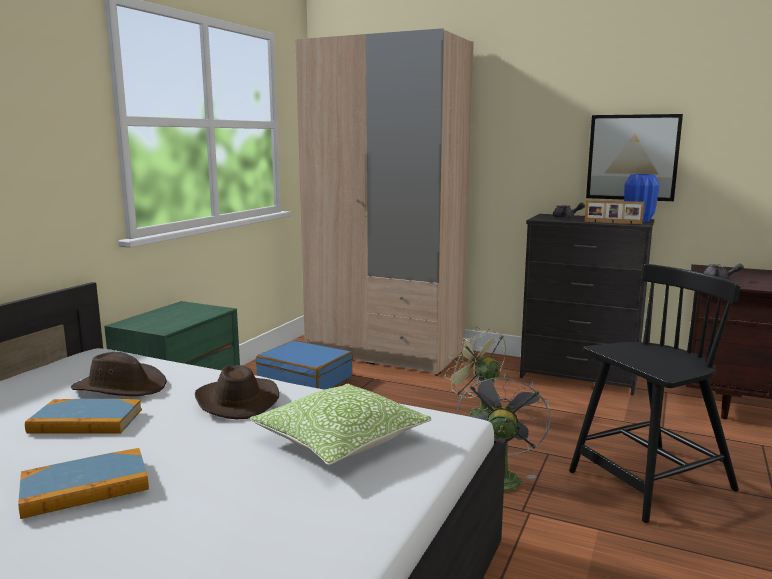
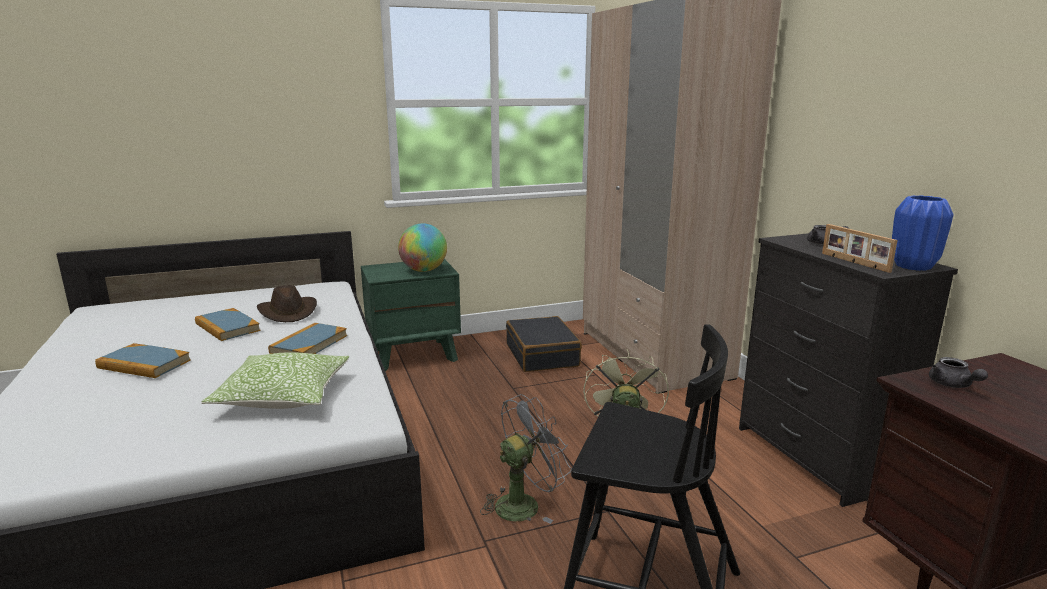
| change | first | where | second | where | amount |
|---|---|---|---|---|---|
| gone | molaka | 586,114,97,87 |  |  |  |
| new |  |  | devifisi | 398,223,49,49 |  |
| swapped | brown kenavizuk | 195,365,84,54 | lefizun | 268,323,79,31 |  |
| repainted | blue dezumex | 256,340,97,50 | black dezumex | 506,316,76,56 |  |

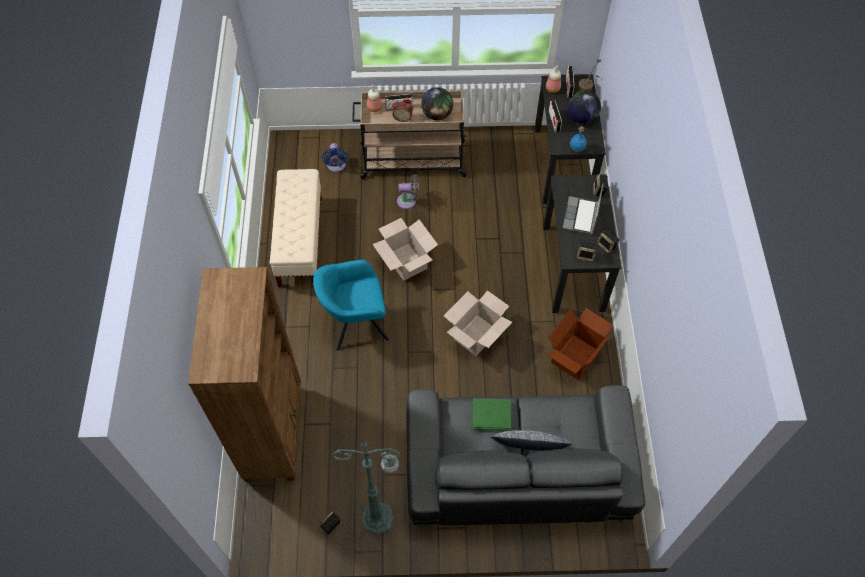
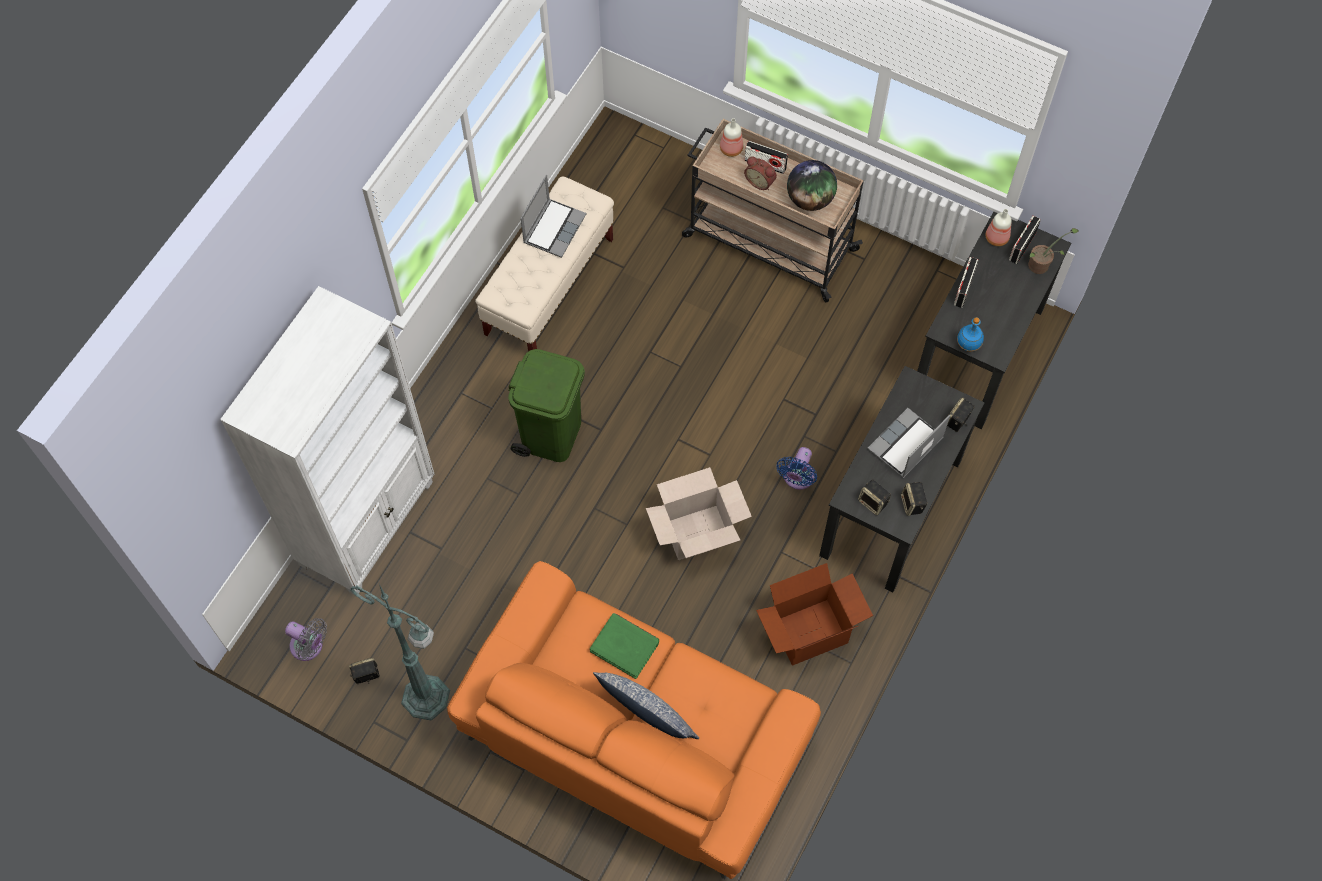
| change | first | where | second | where | amount |
|---|---|---|---|---|---|
| gone | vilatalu | 372,218,66,63 |  |  |  |
| gone | devifisi | 568,90,33,34 |  |  |  |
| new |  |  | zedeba | 520,175,66,83 |  |
| shifted | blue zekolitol | 322,143,26,29 |  | 776,447,41,43 |  |
| shifted | grey zekolitol | 397,174,22,35 |  | 285,618,42,43 |  |
| swapped | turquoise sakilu | 313,260,77,91 | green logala | 508,349,77,113 |  |
| repainted | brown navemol | 188,267,113,215 | white navemol | 220,286,214,308 |  |
| repainted | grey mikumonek | 406,385,239,144 | orange mikumonek | 447,561,374,318 |  |

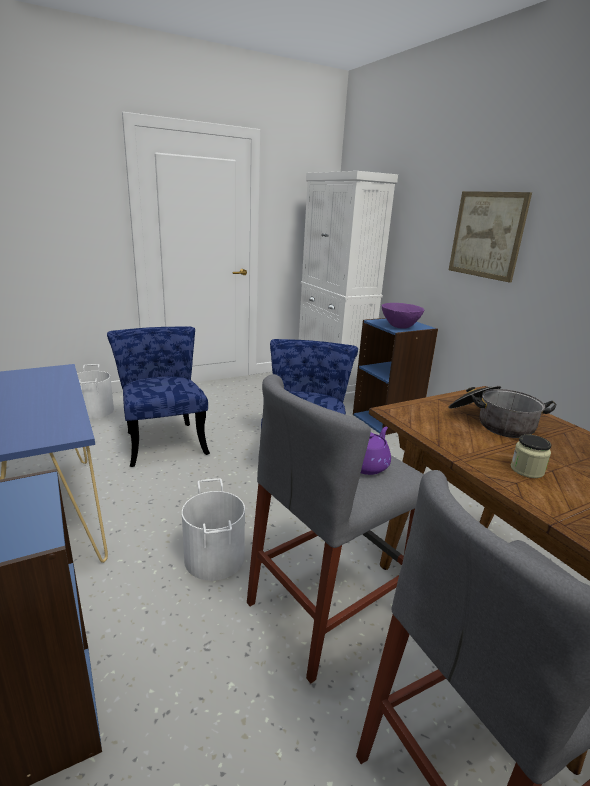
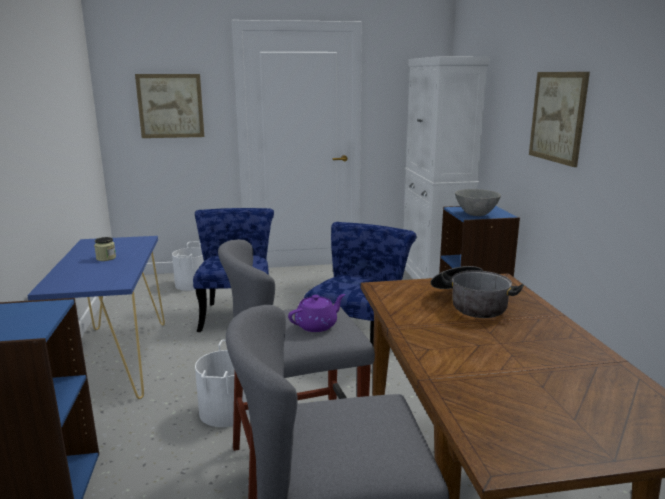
| change | first | where | second | where | amount |
|---|---|---|---|---|---|
| new |  |  | molaka | 135,74,69,64 |  |
| shifted | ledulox | 511,435,41,43 |  | 94,237,22,24 |  |
| repainted | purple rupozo | 382,303,42,26 | grey rupozo | 455,189,46,27 |  |

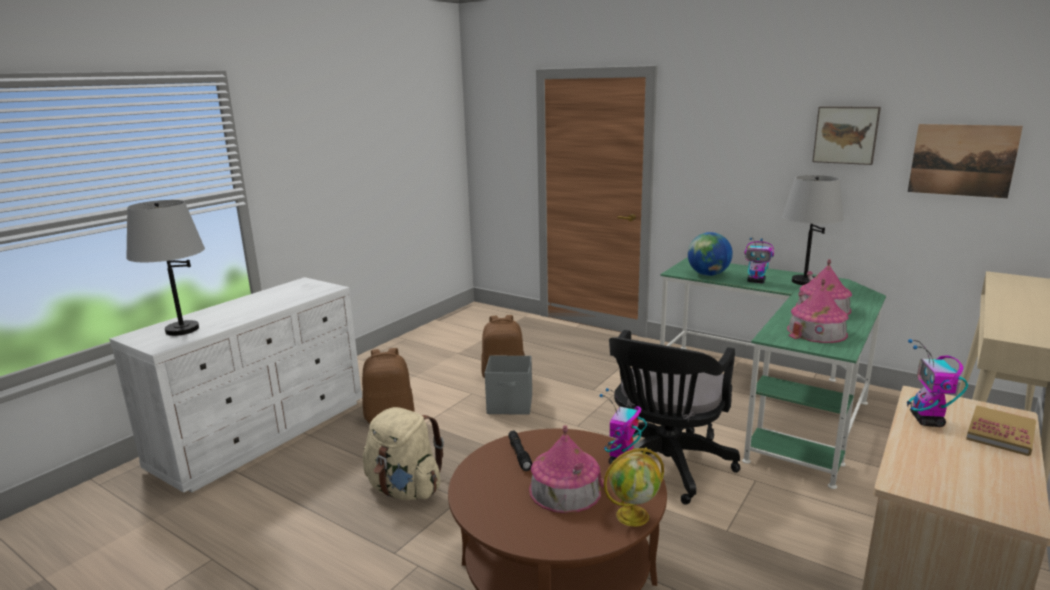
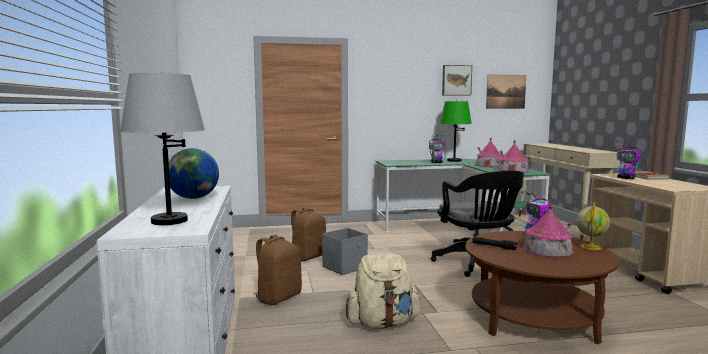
| change | first | where | second | where | amount |
|---|---|---|---|---|---|
| shifted | devifisi | 688,232,45,44 |  | 169,148,50,51 |  |
| repainted | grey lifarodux | 782,175,62,110 | green lifarodux | 440,100,32,62 |  |

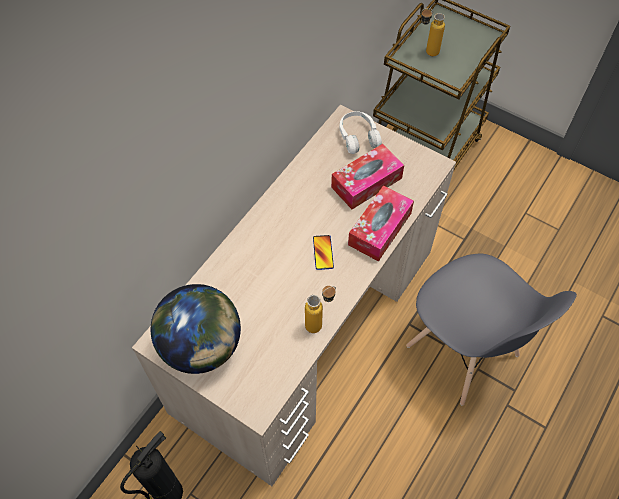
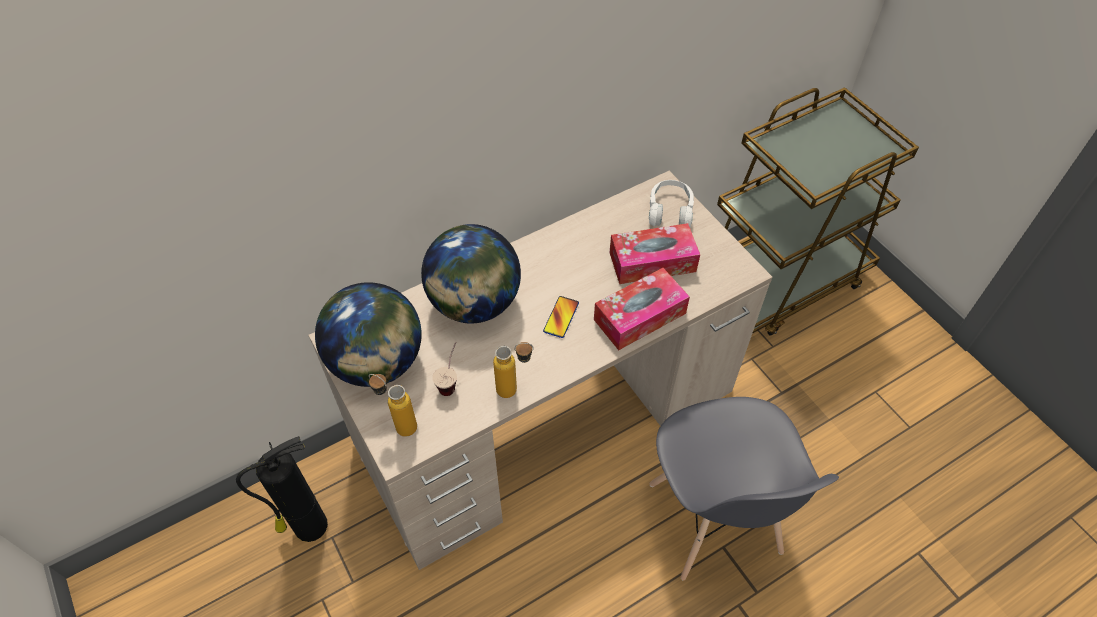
| change | first | where | second | where | amount |
|---|---|---|---|---|---|
| new |  |  | devifisi | 421,224,100,100 |  |
| new |  |  | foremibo | 432,342,25,54 |  |
| shifted | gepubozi | 421,8,24,48 |  | 369,374,48,63 |  |

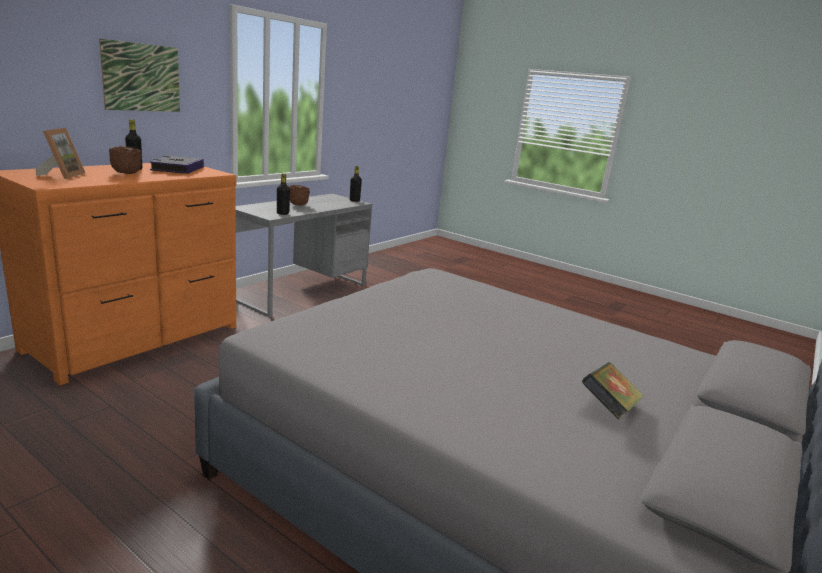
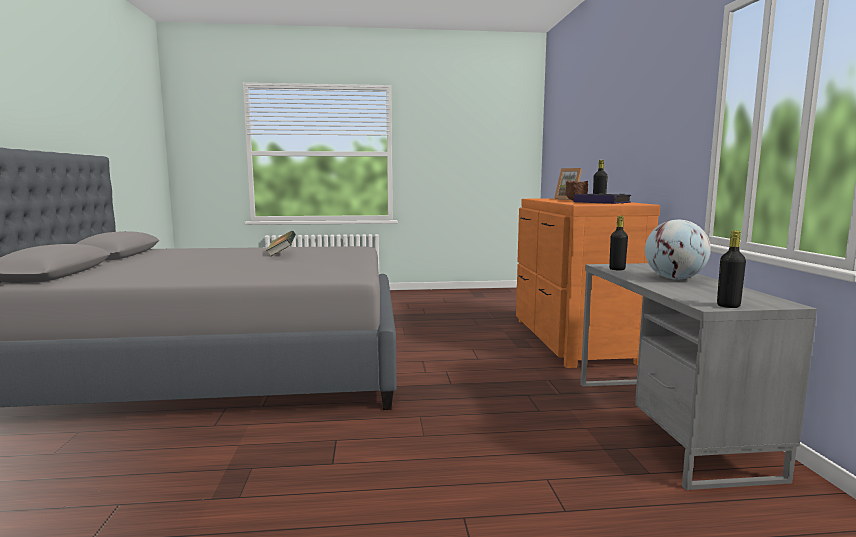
| change | first | where | second | where | amount |
|---|---|---|---|---|---|
| gone | molaka | 99,38,81,74 |  |  |  |
| shifted | lefizun | 582,362,62,58 |  | 266,231,30,26 |  |
| swapped | brown rupozo | 289,185,21,21 | devifisi | 645,220,66,60 |  |

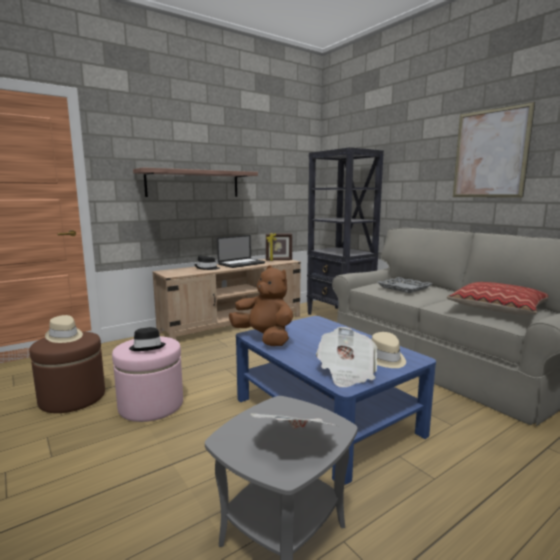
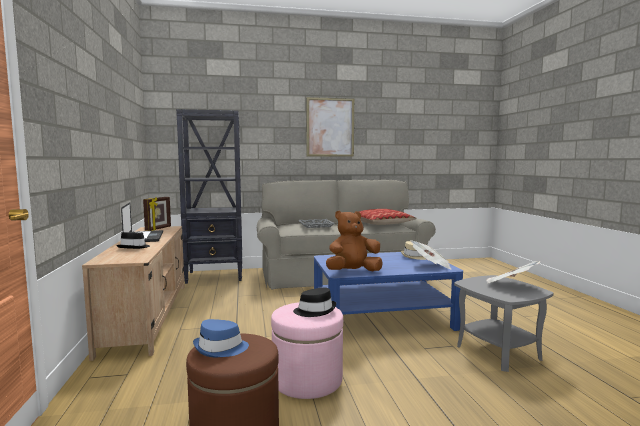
| change | first | where | second | where | amount |
|---|---|---|---|---|---|
| gone | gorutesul | 133,167,125,30 |  |  |  |
| repainted | beige kenavizuk | 45,315,38,28 | blue kenavizuk | 193,319,56,38 |  |

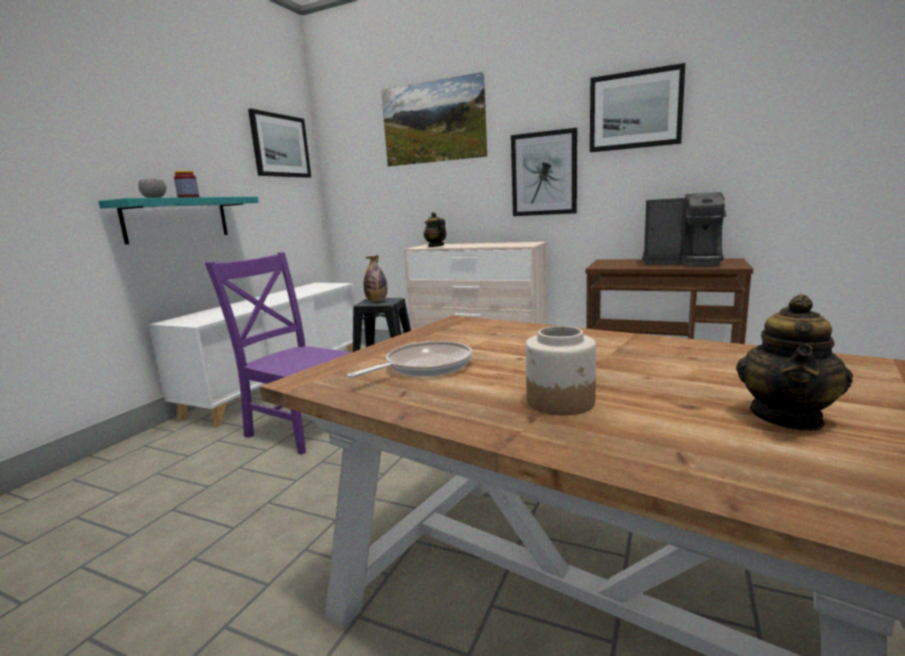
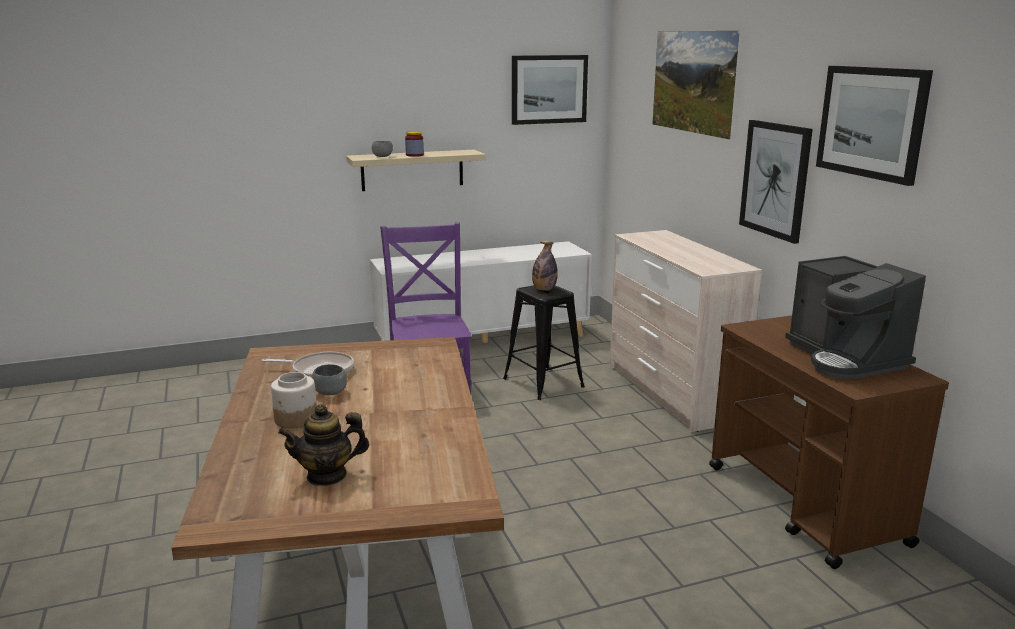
| change | first | where | second | where | amount |
|---|---|---|---|---|---|
| gone | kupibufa | 423,212,24,35 |  |  |  |
| new |  |  | grey rupozo | 312,364,35,31 |  |
| repainted | turquoise gorutesul | 98,197,161,48 | beige gorutesul | 346,150,140,41 |  |

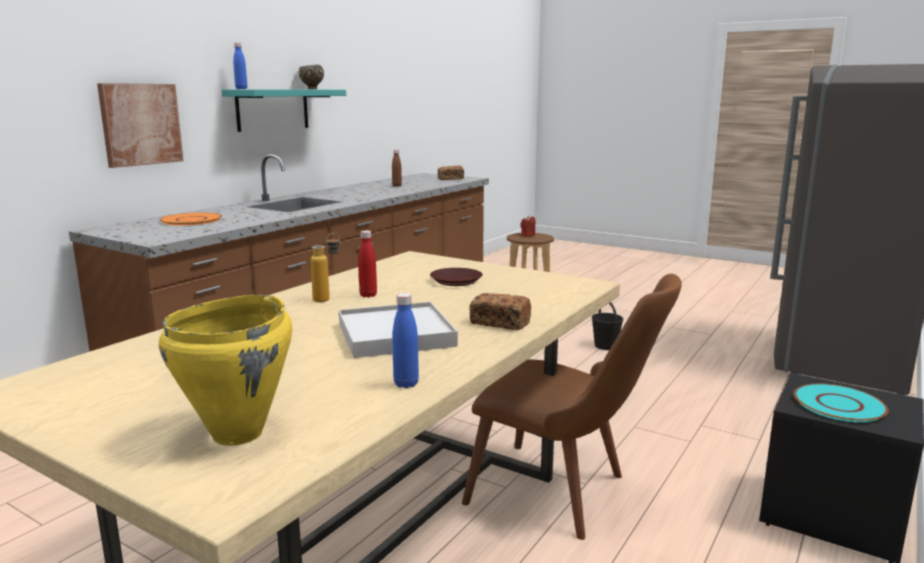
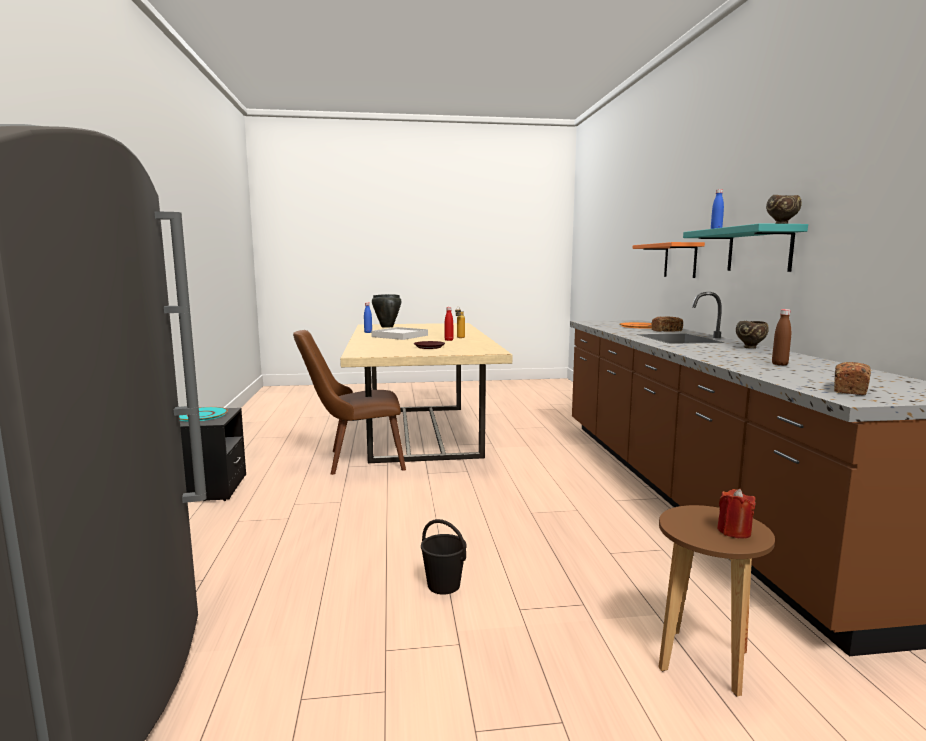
| change | first | where | second | where | amount |
|---|---|---|---|---|---|
| new |  |  | brown rupozo | 736,321,33,28 |  |
| shifted | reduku | 469,293,62,37 |  | 651,316,32,16 |  |
| swapped | molaka | 97,83,87,85 | orange gorutesul | 633,242,72,36 |  |
| repainted | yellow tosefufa | 159,295,133,151 | black tosefufa | 372,294,29,34 |  |

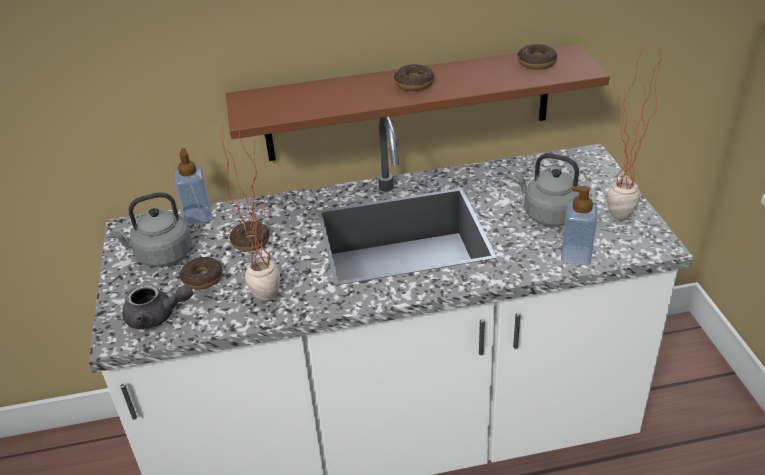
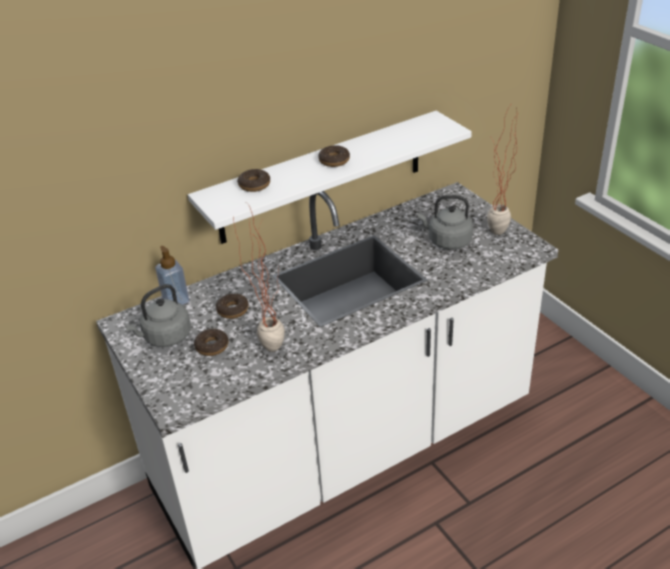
| change | first | where | second | where | amount |
|---|---|---|---|---|---|
| gone | grey kupibufa | 123,283,70,47 |  |  |  |
| gone | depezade | 561,186,37,79 |  |  |  |
| shifted | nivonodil | 517,44,40,26 |  | 237,169,33,23 |  |
| repainted | brown gorutesul | 226,45,384,116 | white gorutesul | 188,111,284,133 |  |

